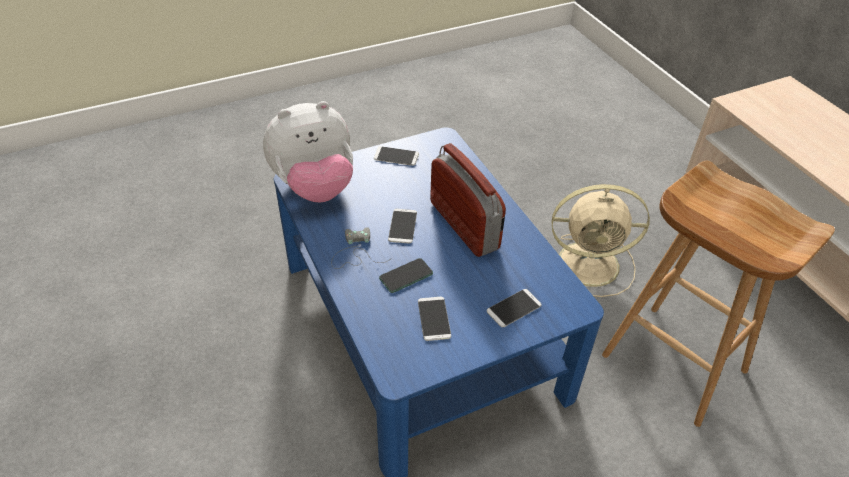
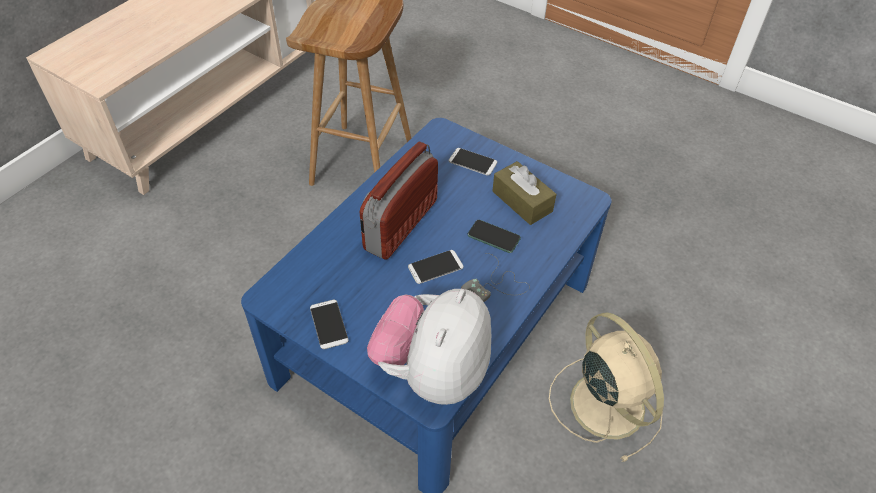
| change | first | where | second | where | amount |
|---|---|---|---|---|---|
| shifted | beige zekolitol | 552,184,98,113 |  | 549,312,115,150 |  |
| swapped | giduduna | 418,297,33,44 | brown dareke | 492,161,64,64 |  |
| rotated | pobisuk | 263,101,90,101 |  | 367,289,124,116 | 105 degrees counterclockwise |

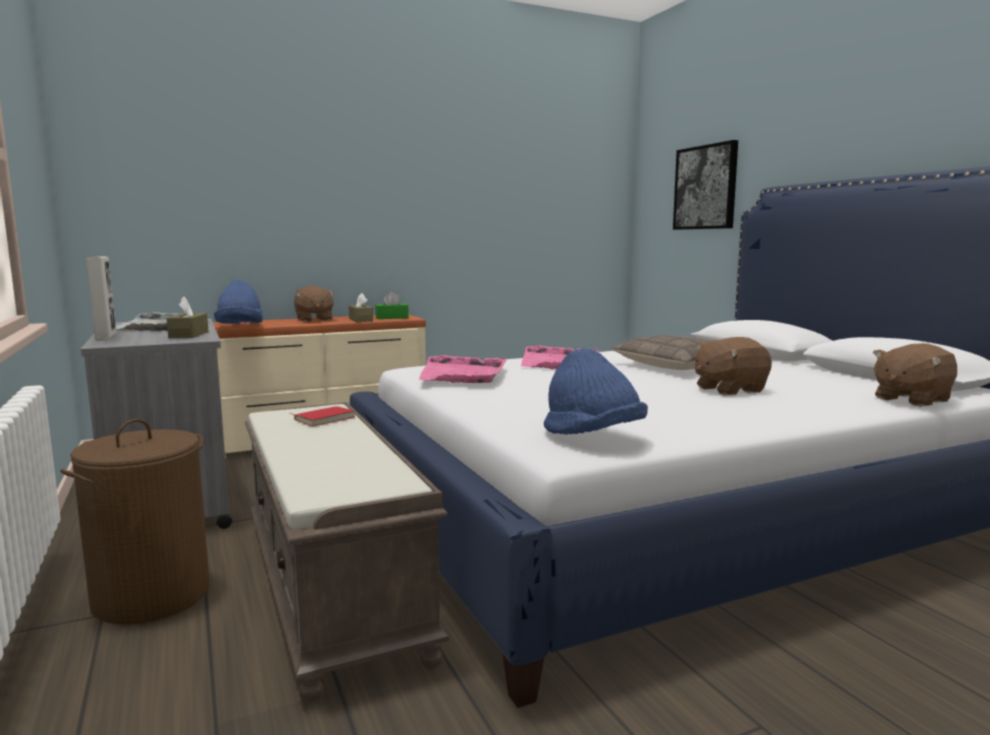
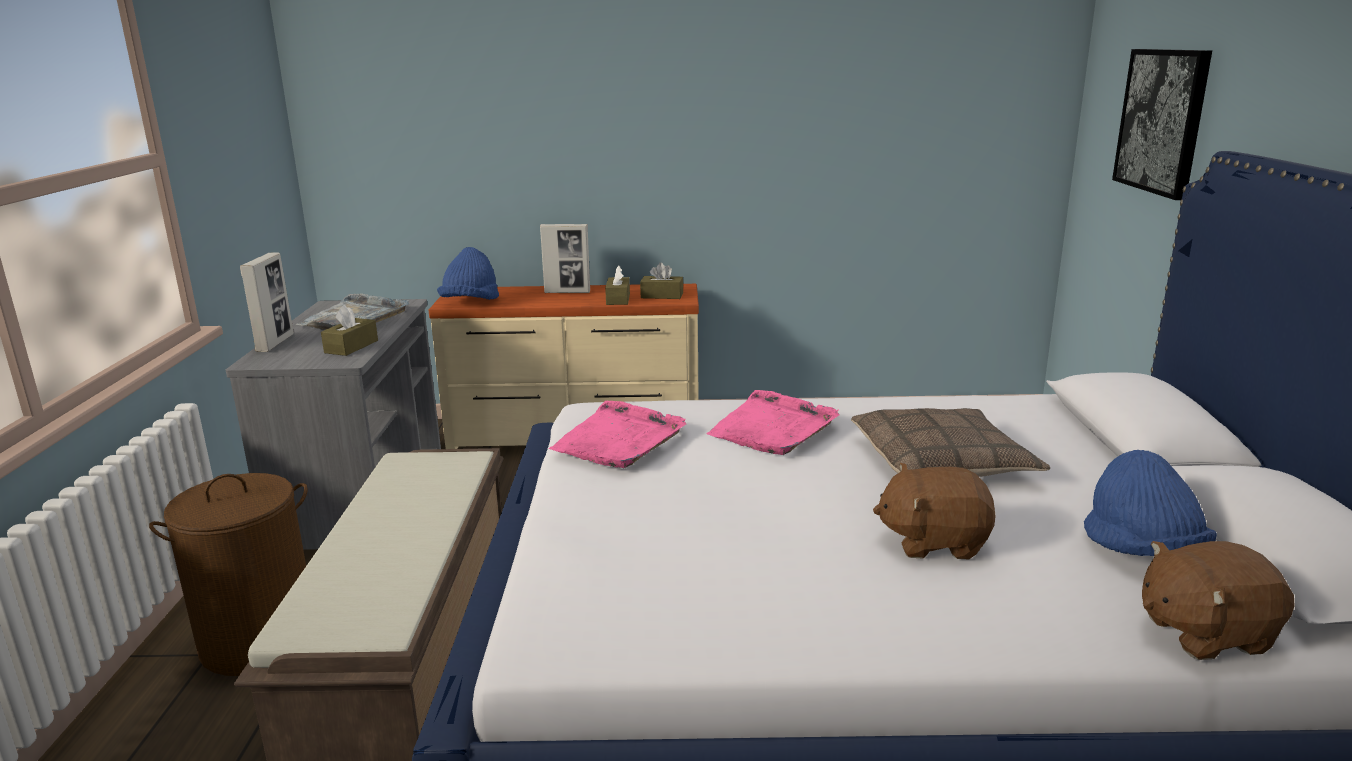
| change | first | where | second | where | amount |
|---|---|---|---|---|---|
| gone | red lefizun | 289,406,66,20 |  |  |  |
| shifted | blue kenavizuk | 544,348,104,87 |  | 1084,450,133,106 |  |
| swapped | brown pobisuk | 294,285,41,37 | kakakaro | 540,224,50,69 |  |
| repainted | green dareke | 375,292,33,27 | brown dareke | 640,263,43,36 |  |

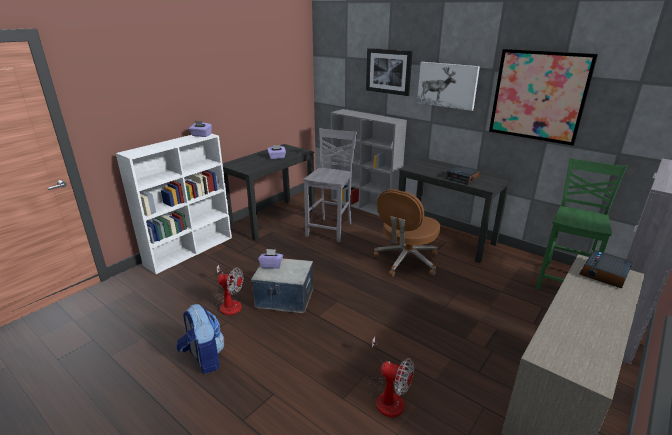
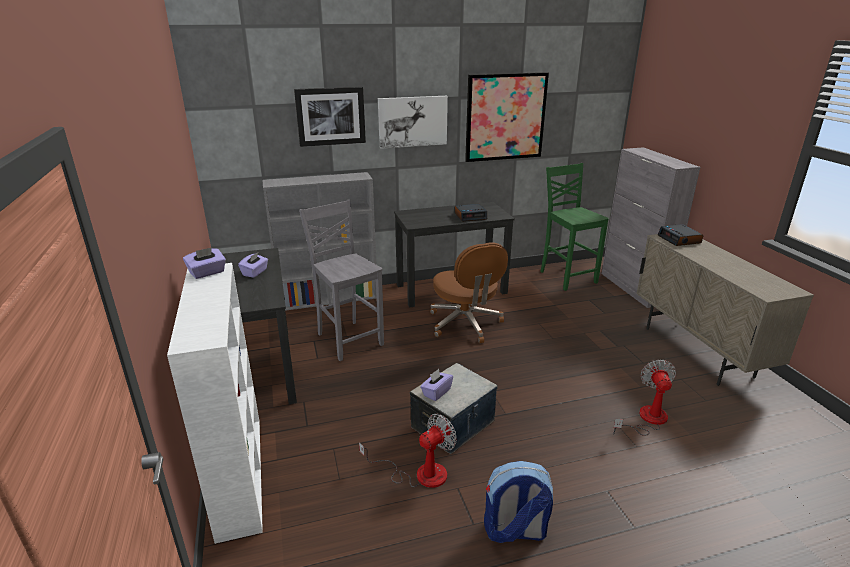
| change | first | where | second | where | amount |
|---|---|---|---|---|---|
| rotated | zekolitol | 369,337,45,80 |  | 613,360,63,76 | 60 degrees counterclockwise |

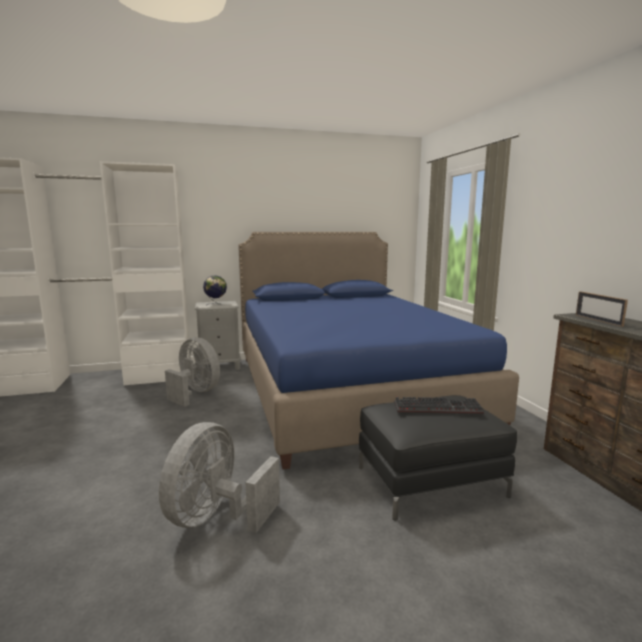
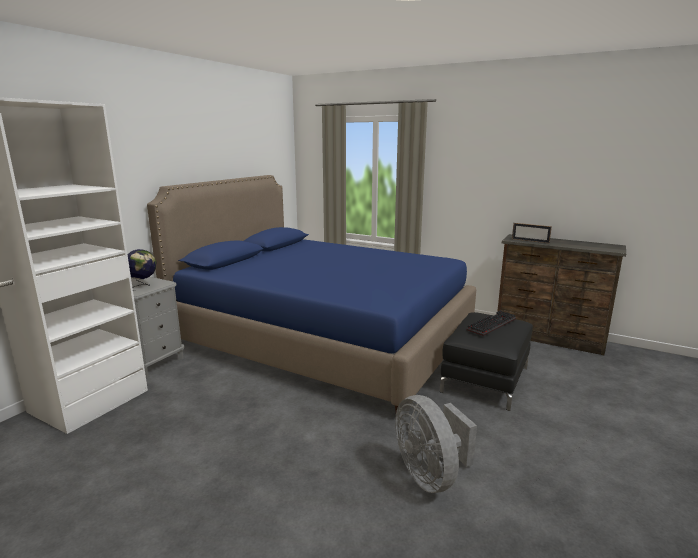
| change | first | where | second | where | amount |
|---|---|---|---|---|---|
| gone | grey zekolitol | 165,337,55,70 |  |  |  |

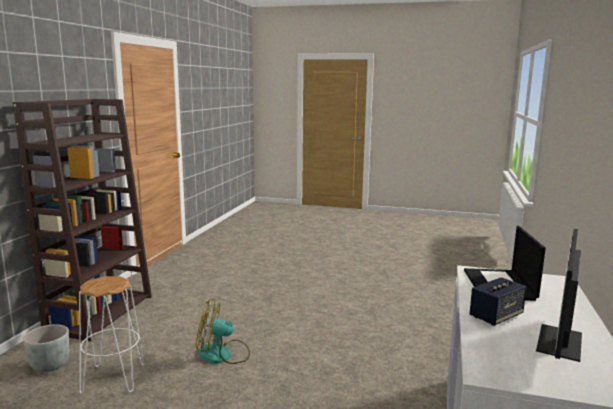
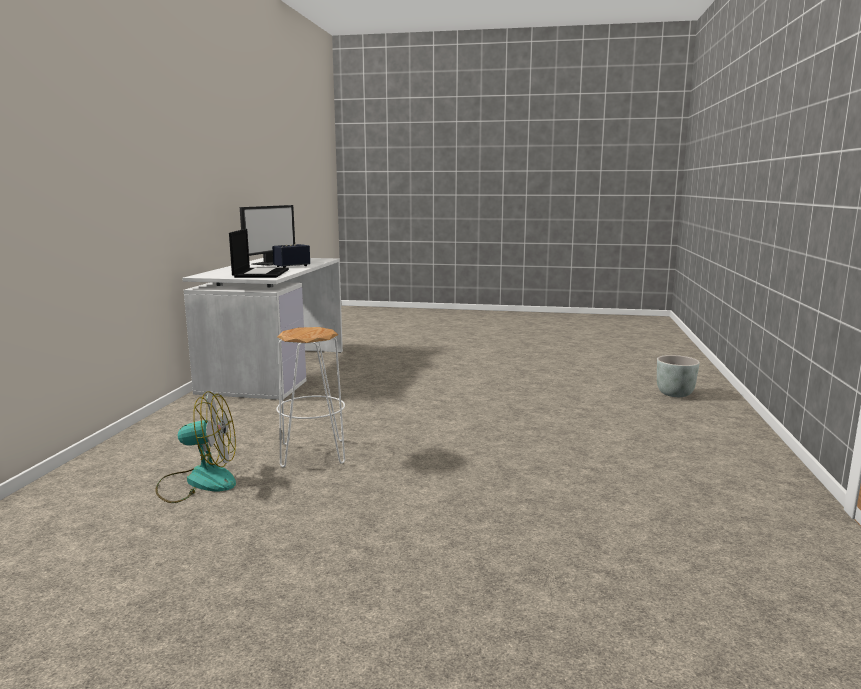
| change | first | where | second | where | amount |
|---|---|---|---|---|---|
| gone | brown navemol | 13,99,139,242 |  |  |  |
| shifted | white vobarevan | 79,276,66,118 |  | 277,327,68,140 |  |
| shifted | zekolitol | 196,299,54,65 |  | 155,391,81,112 |  |

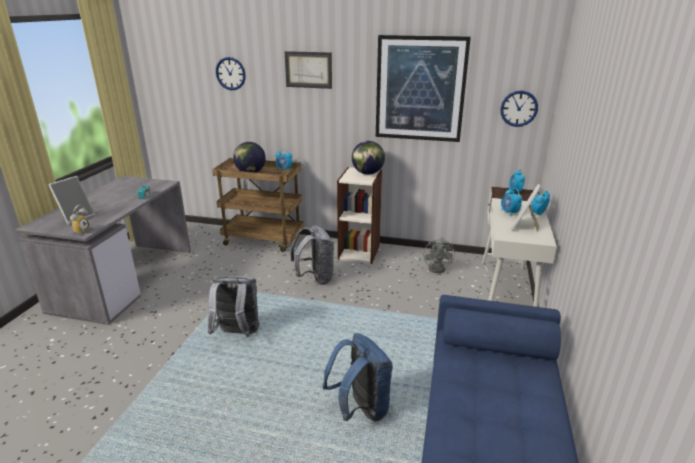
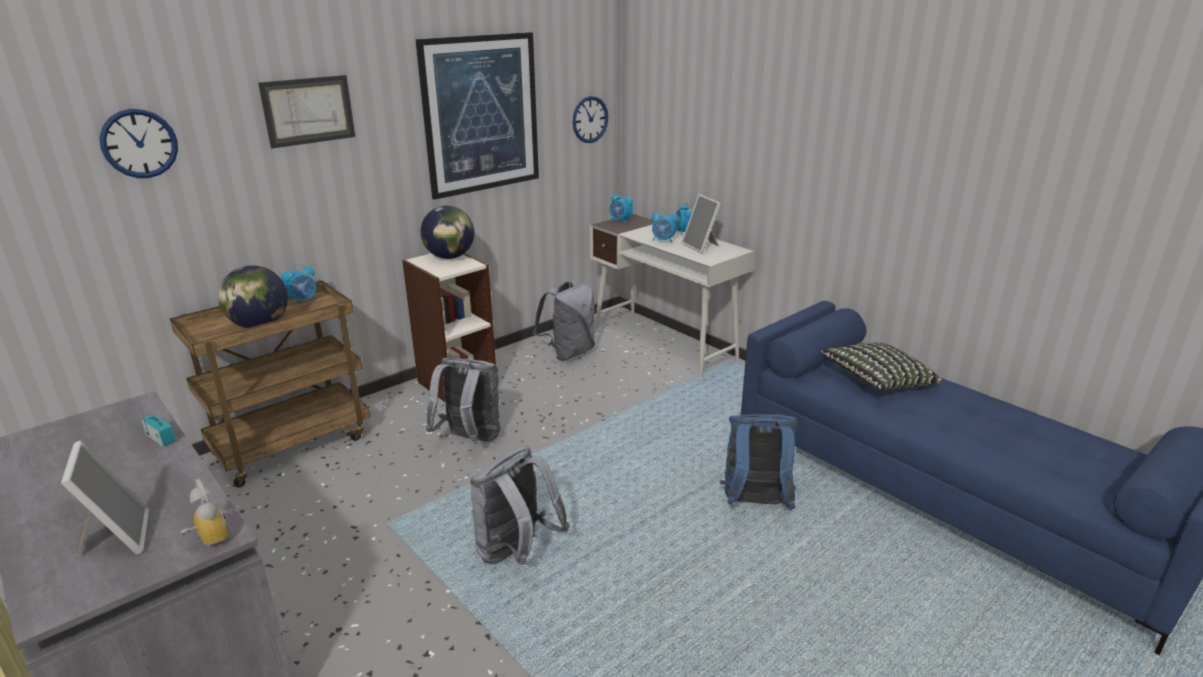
| change | first | where | second | where | amount |
|---|---|---|---|---|---|
| new |  |  | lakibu | 821,343,122,47 |  |
| swapped | grey zekolitol | 423,238,32,35 | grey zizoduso | 533,281,62,80 |  |

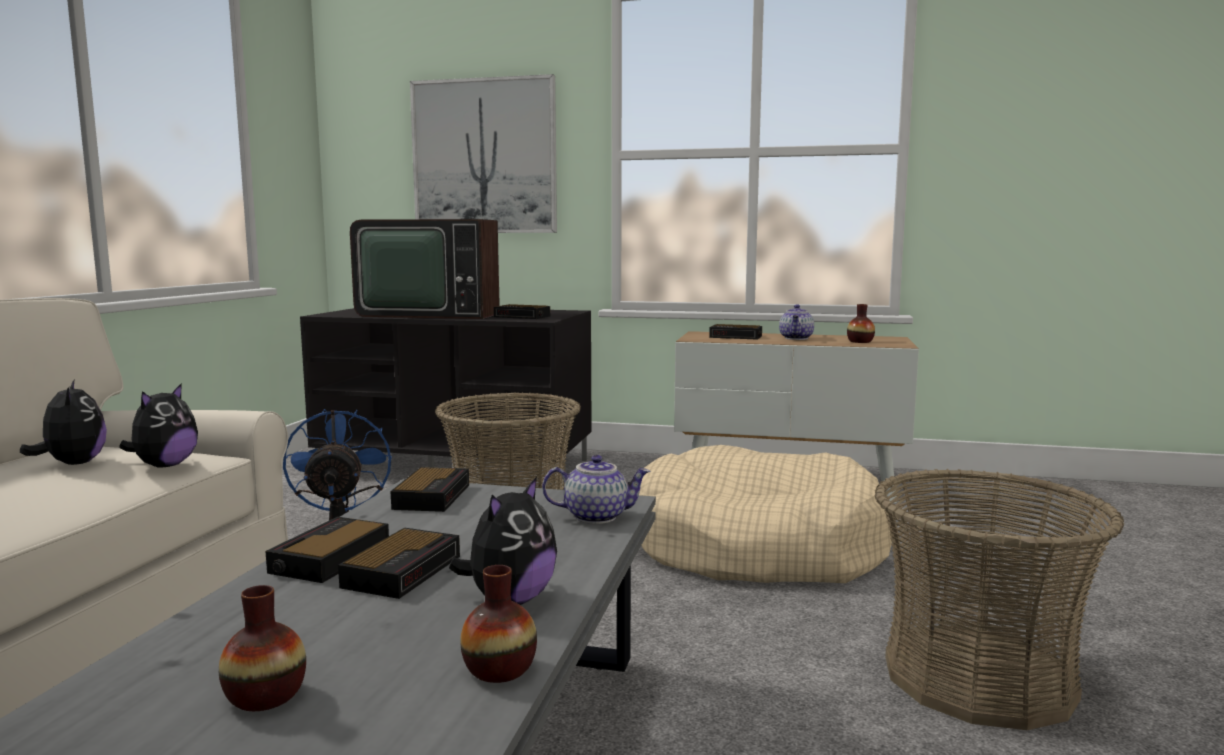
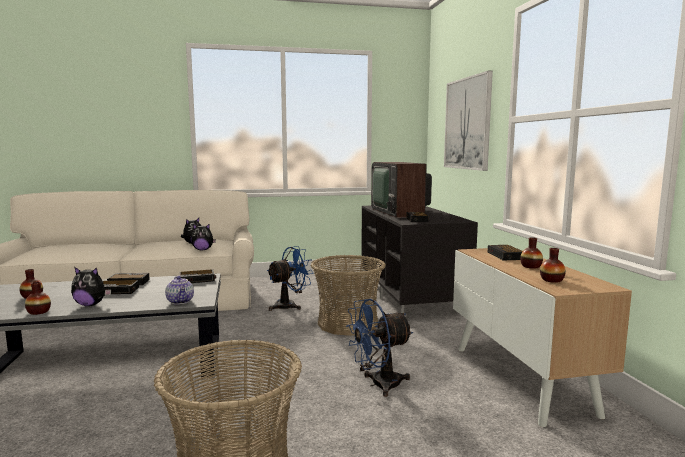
| change | first | where | second | where | amount |
|---|---|---|---|---|---|
| swapped | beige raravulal | 639,445,253,138 | blue zekolitol | 346,299,67,98 |  |
| swapped | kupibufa | 779,305,35,35 | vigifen | 520,237,23,32 |  |

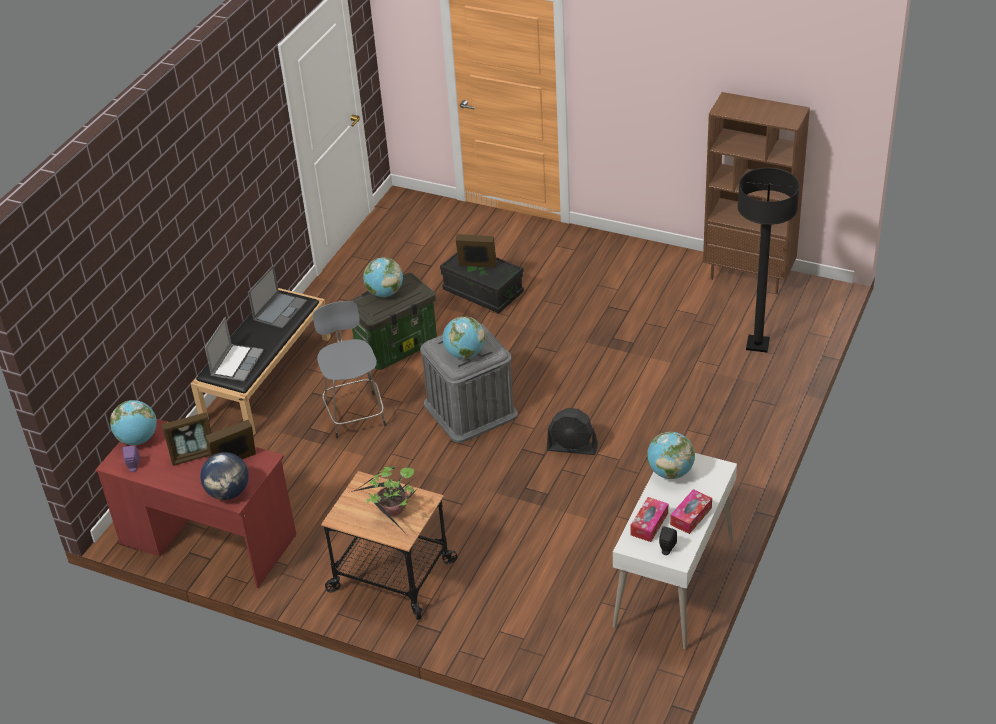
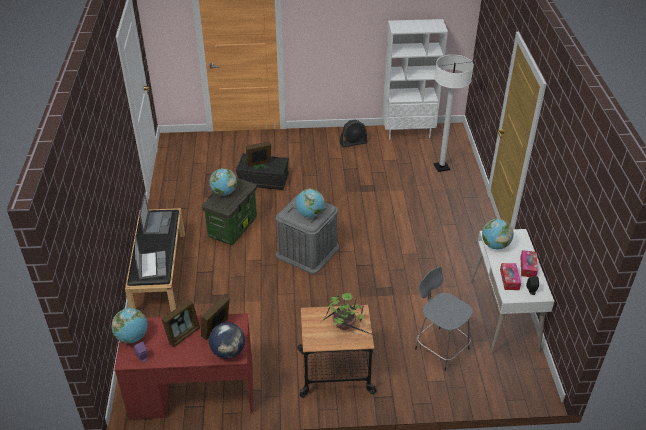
| change | first | where | second | where | amount |
|---|---|---|---|---|---|
| shifted | grey vobarevan | 313,301,73,137 |  | 415,267,58,104 |  |
| shifted | black zekolitol | 547,408,51,47 |  | 340,120,28,27 |  |
| repainted | brown navemol | 703,92,107,202 | white navemol | 382,19,66,120 |  |
| repainted | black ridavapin | 738,168,62,184 | white ridavapin | 434,55,40,117 |  |

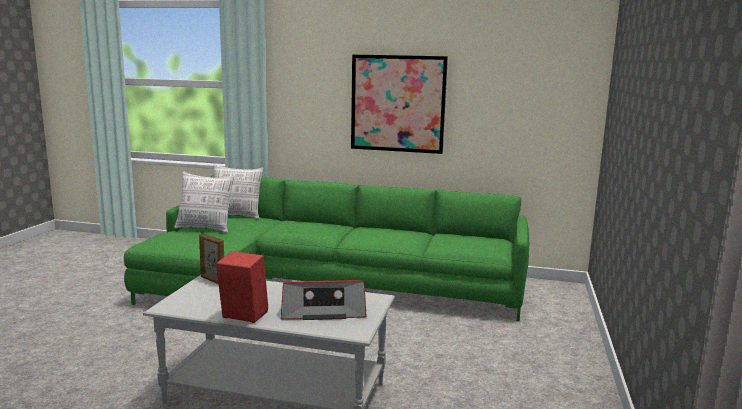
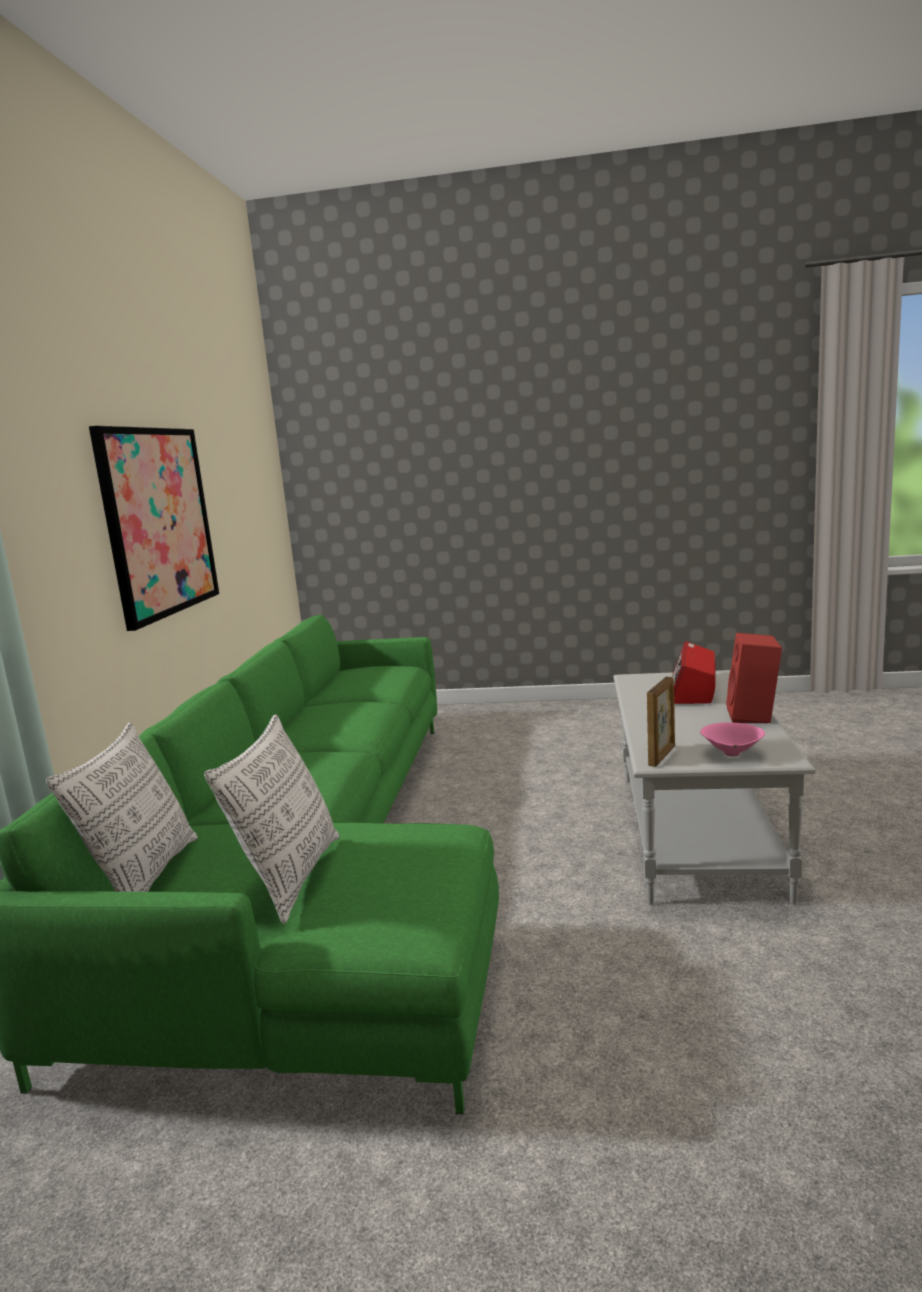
| change | first | where | second | where | amount |
|---|---|---|---|---|---|
| new |  |  | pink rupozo | 700,722,65,34 |  |
| rotated | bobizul | 281,280,86,40 |  | 672,641,43,63 | 150 degrees counterclockwise |

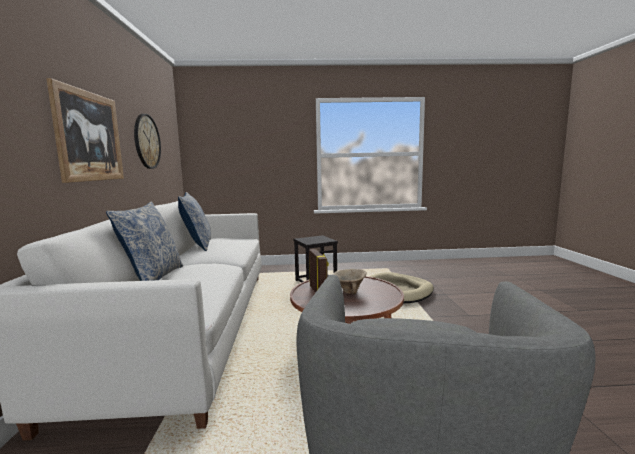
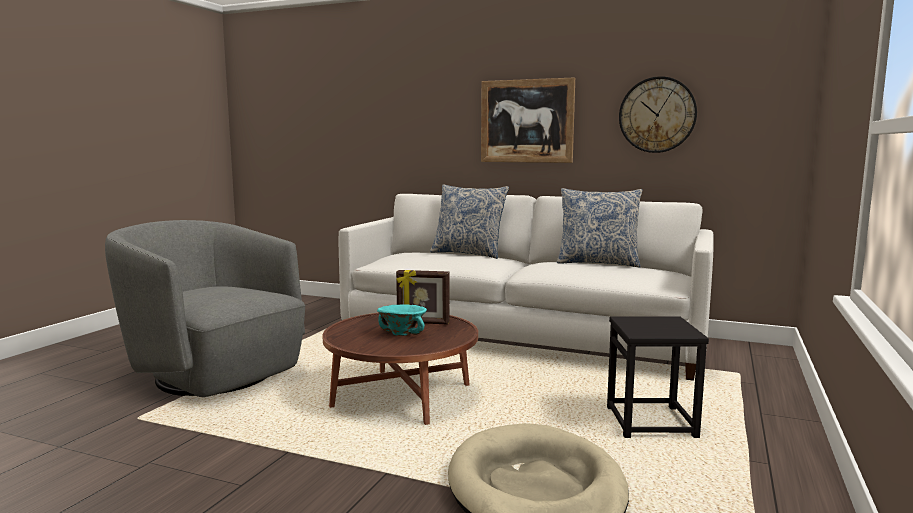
| change | first | where | second | where | amount |
|---|---|---|---|---|---|
| repainted | beige rupozo | 333,269,34,25 | turquoise rupozo | 377,304,50,32 |  |

